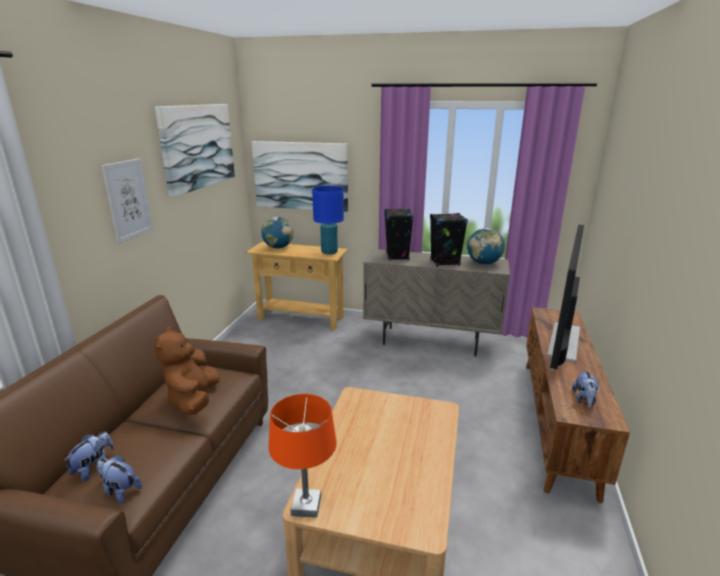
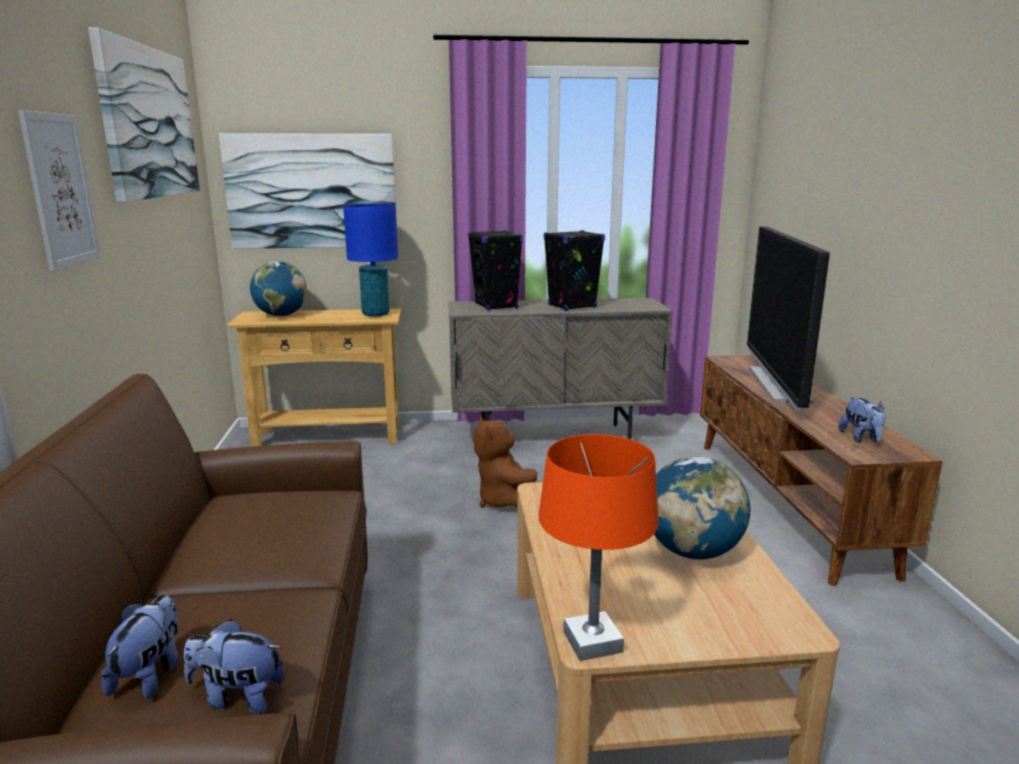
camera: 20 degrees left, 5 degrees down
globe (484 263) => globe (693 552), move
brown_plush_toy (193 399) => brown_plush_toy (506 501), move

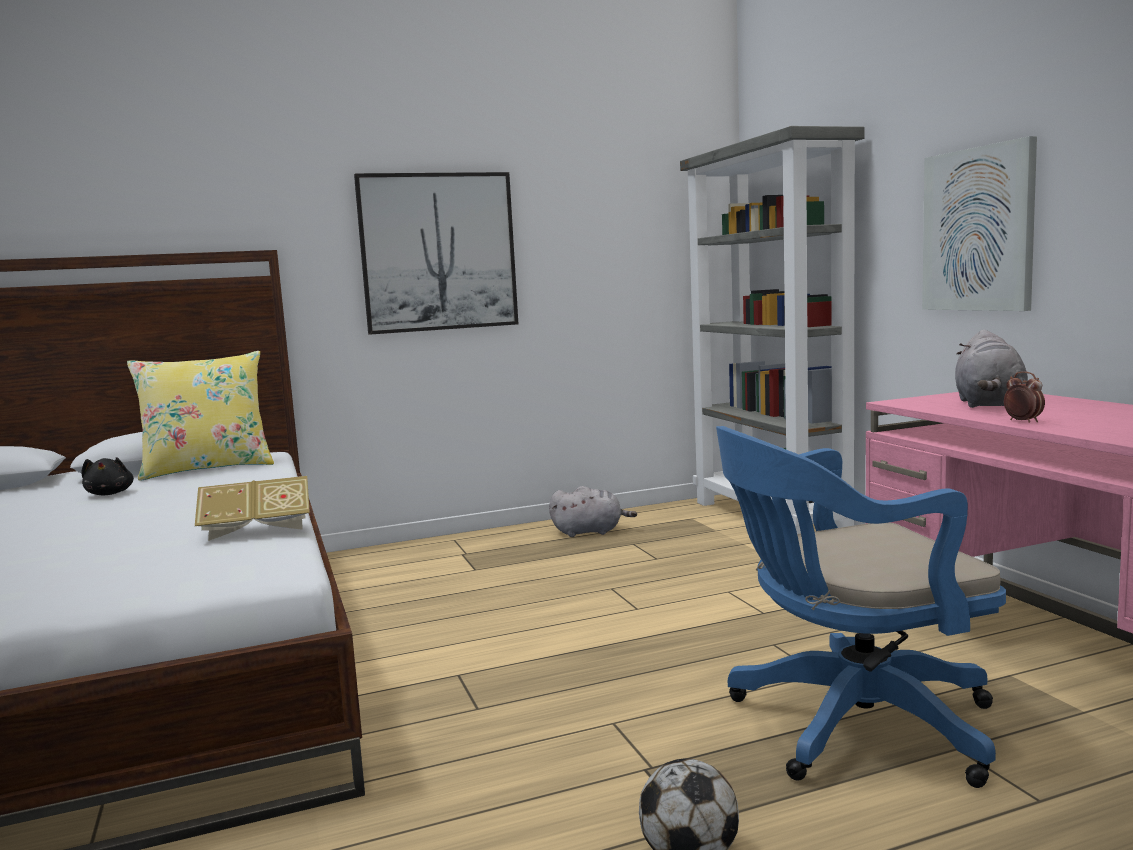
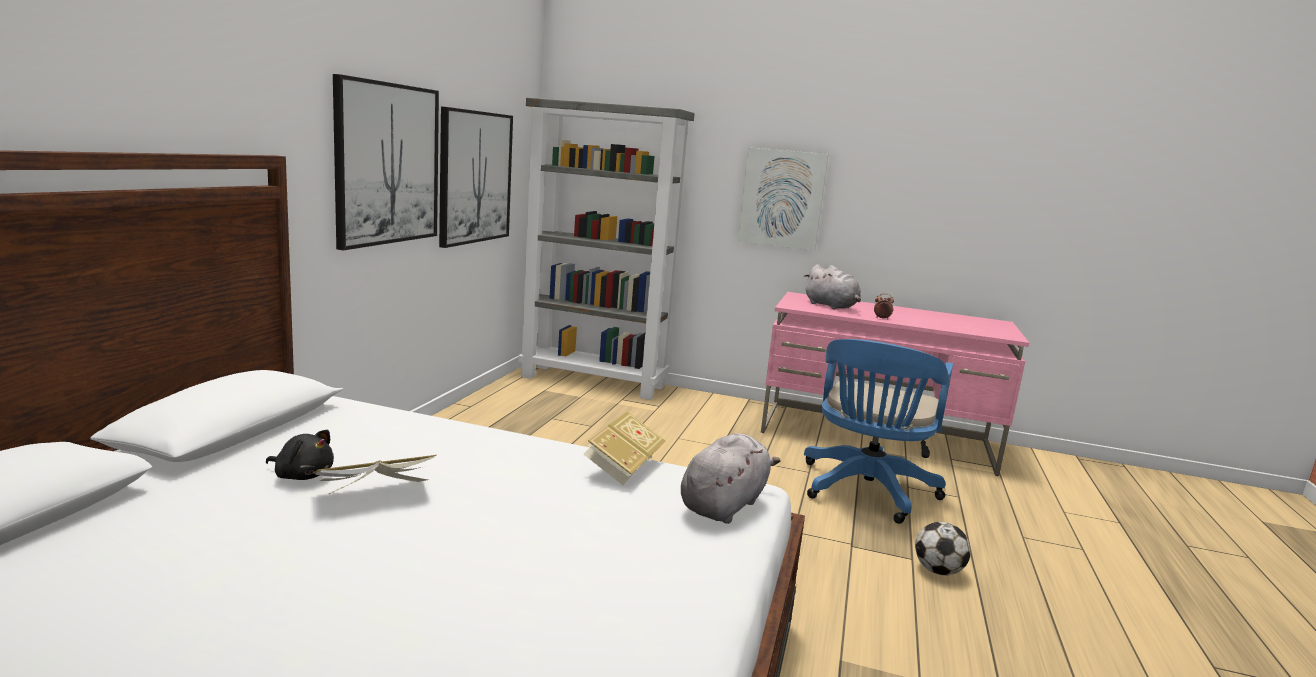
camera: 55 degrees left, 5 degrees up
yellow_pillow (208 468) => nothing
grey_plush_toy (590 532) => grey_plush_toy (724 505), move
nothing => picture (475 177)
nothing => book (375 496)

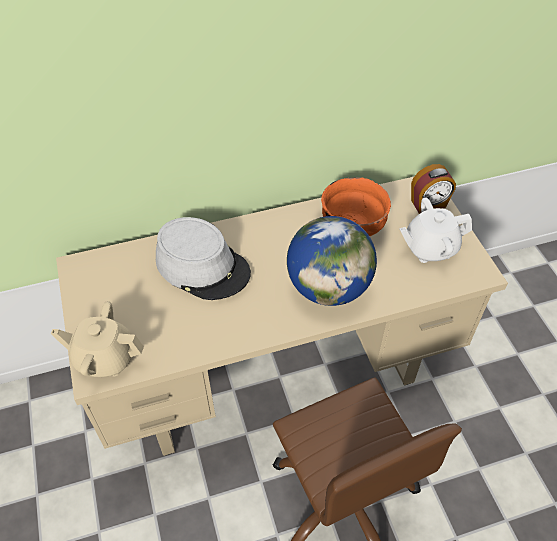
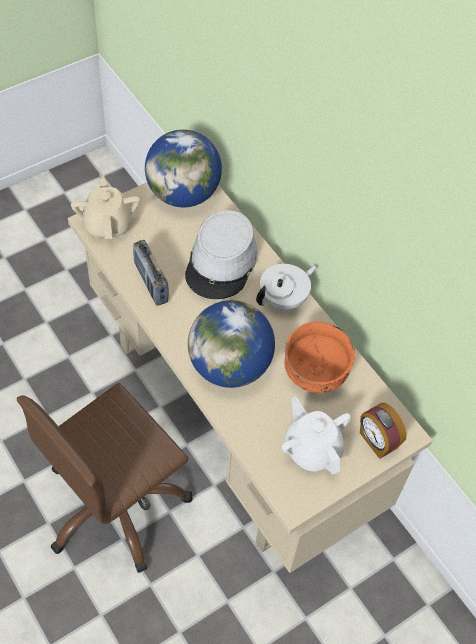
camera: 70 degrees right, 5 degrees up
nothing => globe (183 194)
nothing => radio (151 283)
nothing => white_teapot (284 299)

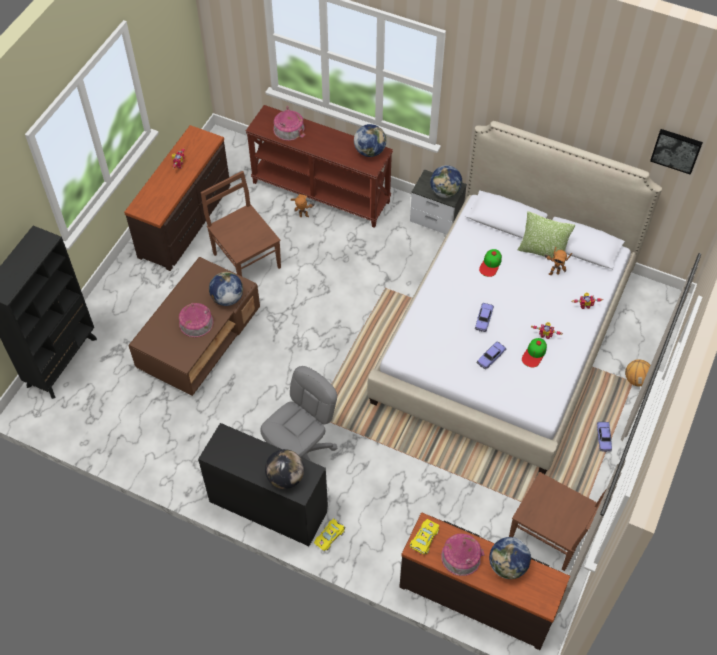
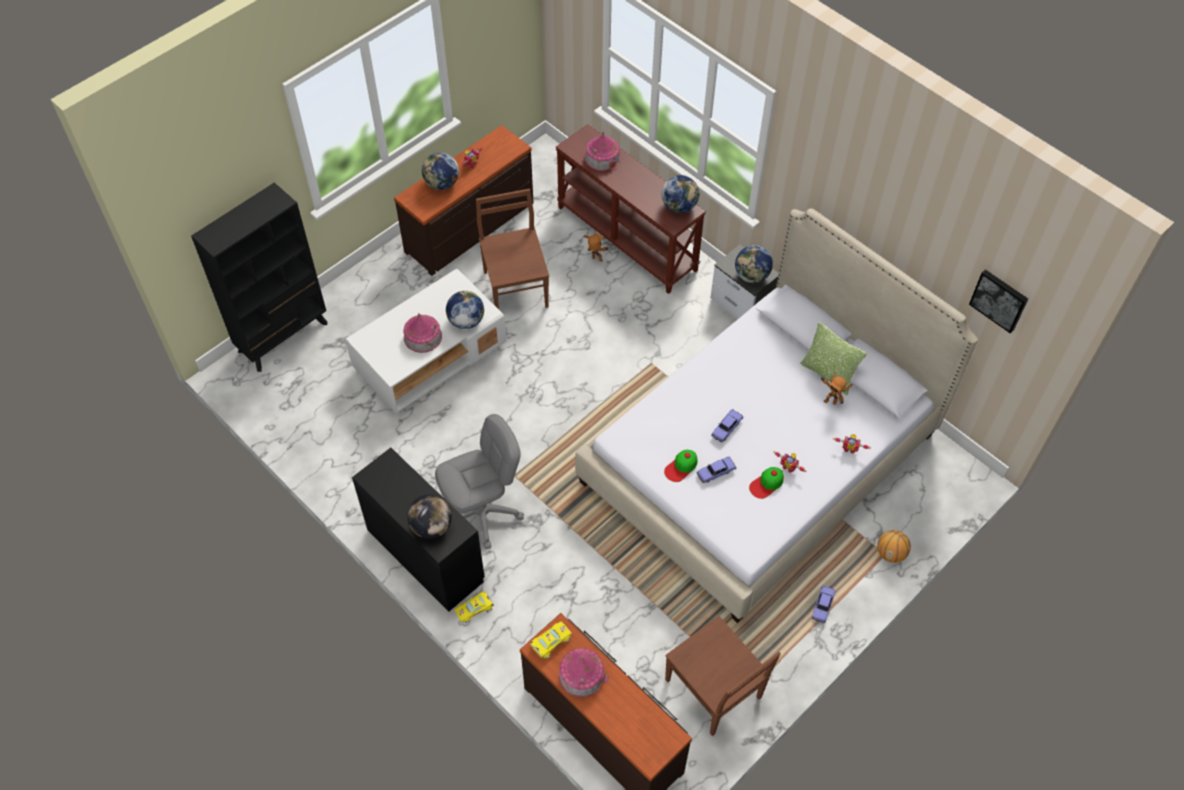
camera: 20 degrees right, 0 degrees up
cap (490 264) => cap (681 467), move
brown_coffee_table (199 339) => white_coffee_table (430 357)
globe (507 566) => globe (442 184), move

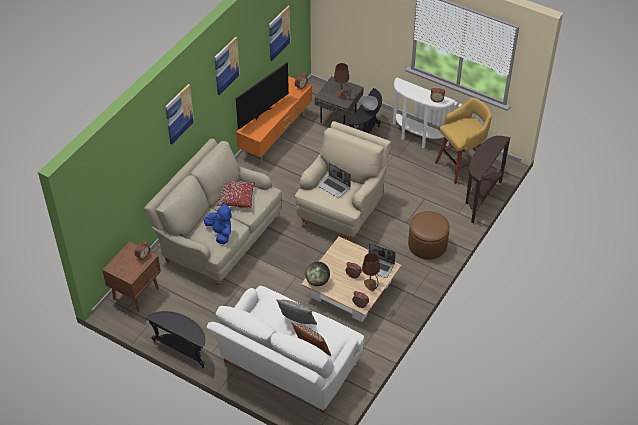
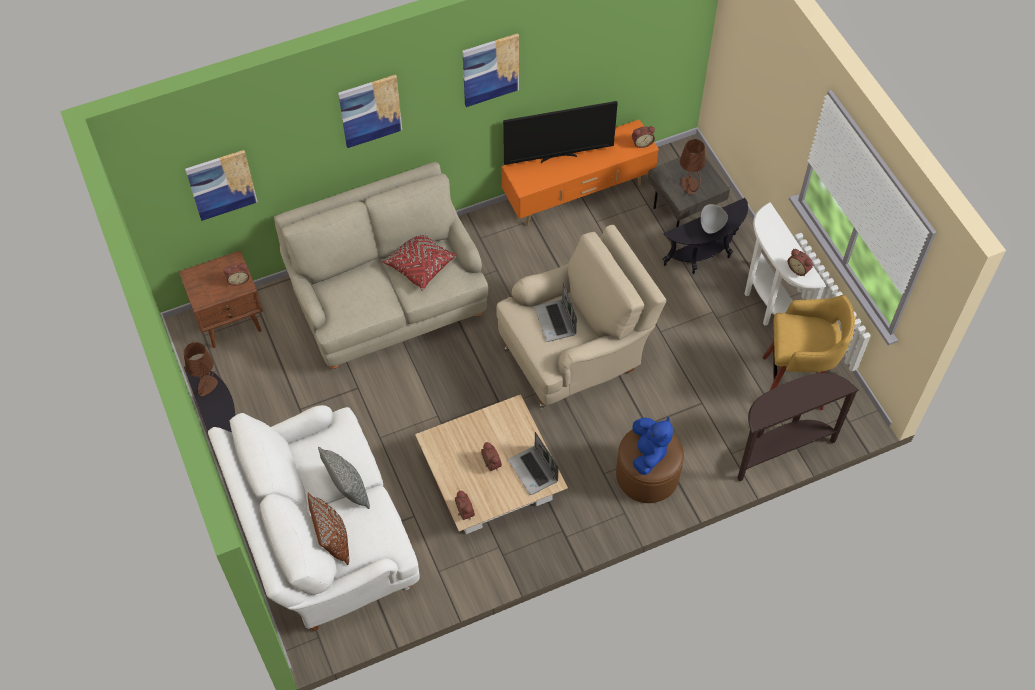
camera: 35 degrees right, 10 degrees up
picture (279 33) => picture (221 184), move
blue_plush_toy (220 233) => blue_plush_toy (648 453), move
brown_table_lamp (370 285) => brown_table_lamp (207 386), move
globe (317 281) => nothing

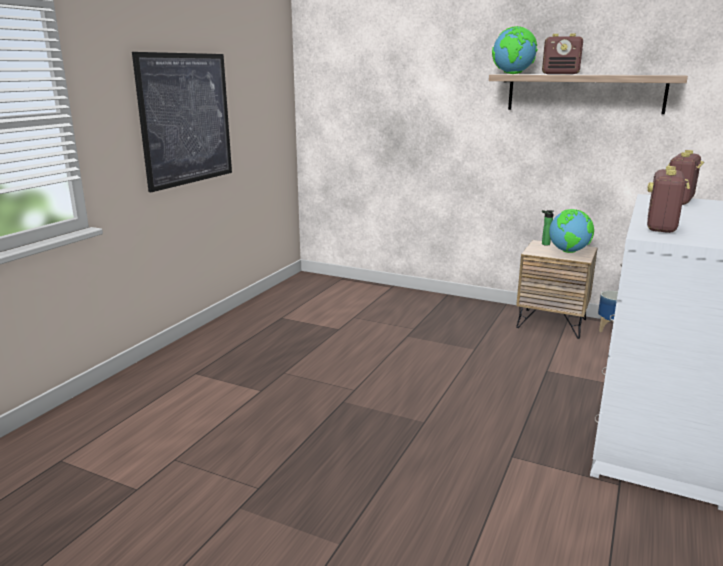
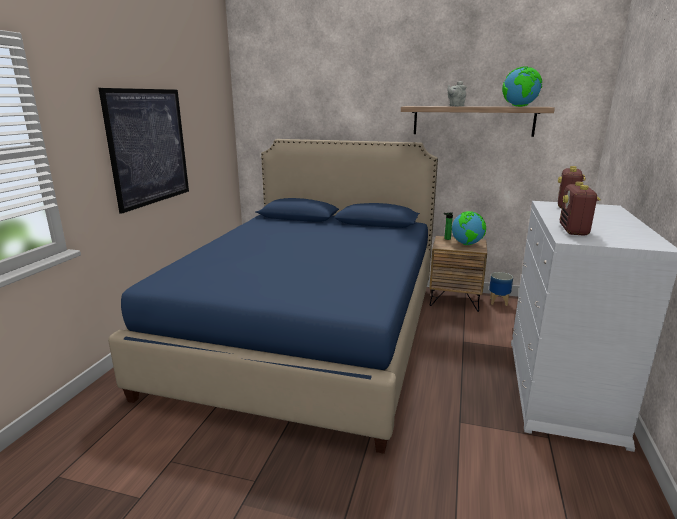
camera: 10 degrees left, 0 degrees up
globe (513 74) => globe (519 106), move
radio (560 74) => grey_teapot (455 106)
nothing => blue_bed (309 333)

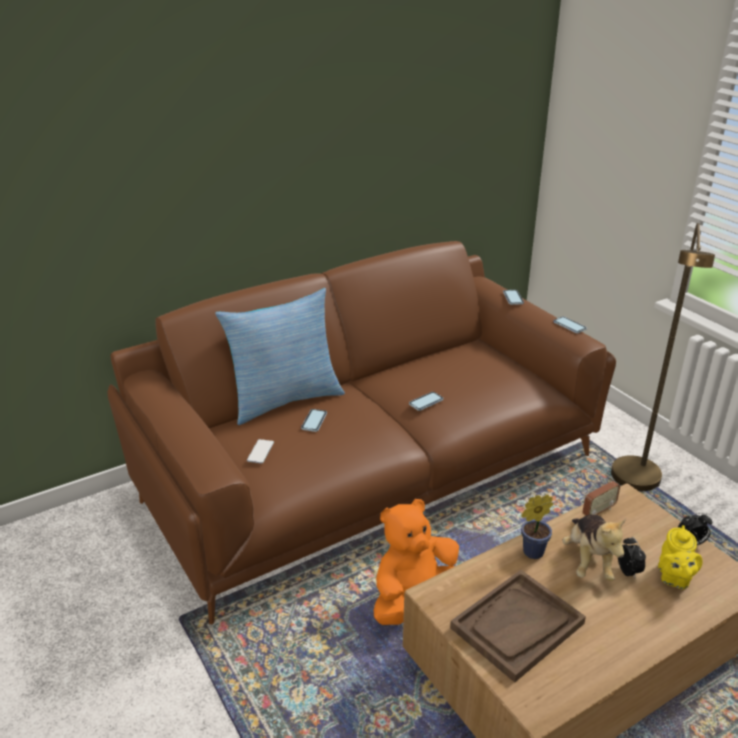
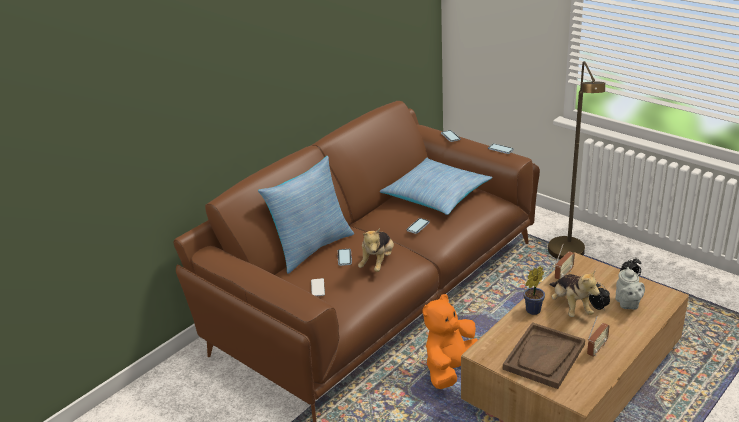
camera: 15 degrees left, 0 degrees up
yellow_teapot (674 578) => grey_teapot (627 304)
nothing => pillow (436 195)
nothing => plush_toy (378 262)
nothing => radio (596 349)

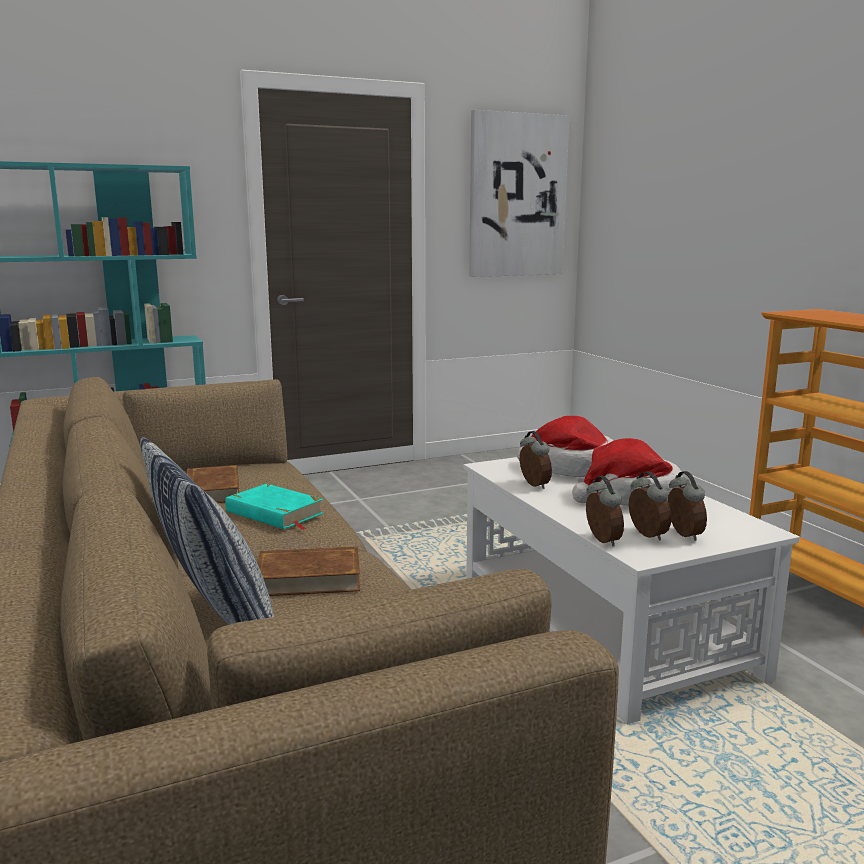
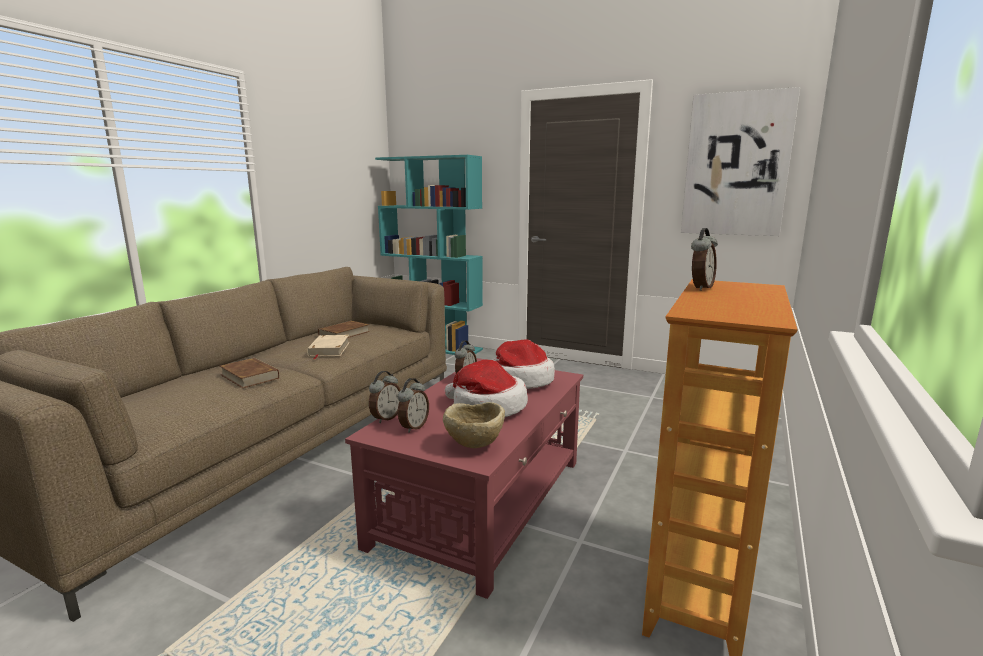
camera: 50 degrees right, 0 degrees up
pillow (215 621) => nothing
white_coffee_table (601 624) => red_coffee_table (483 500)
alarm_clock (683 535) => alarm_clock (700 288), move
turquoise_book (274 513) => beige_book (329 349)
nothing => beige_bowl (474 446)

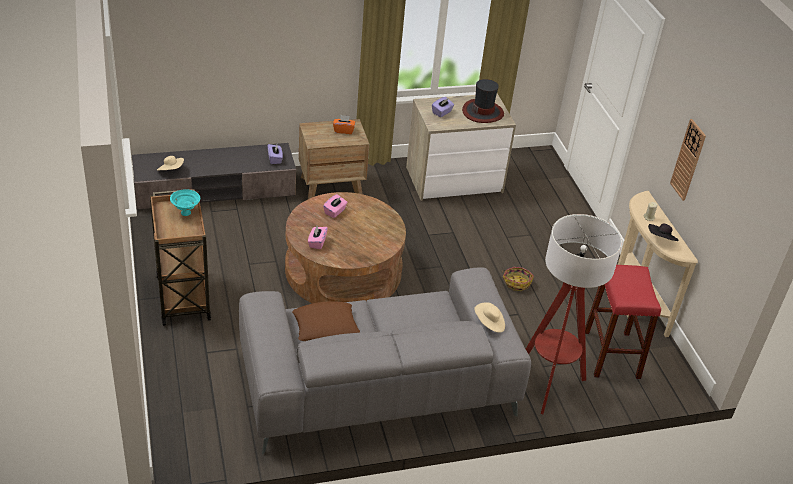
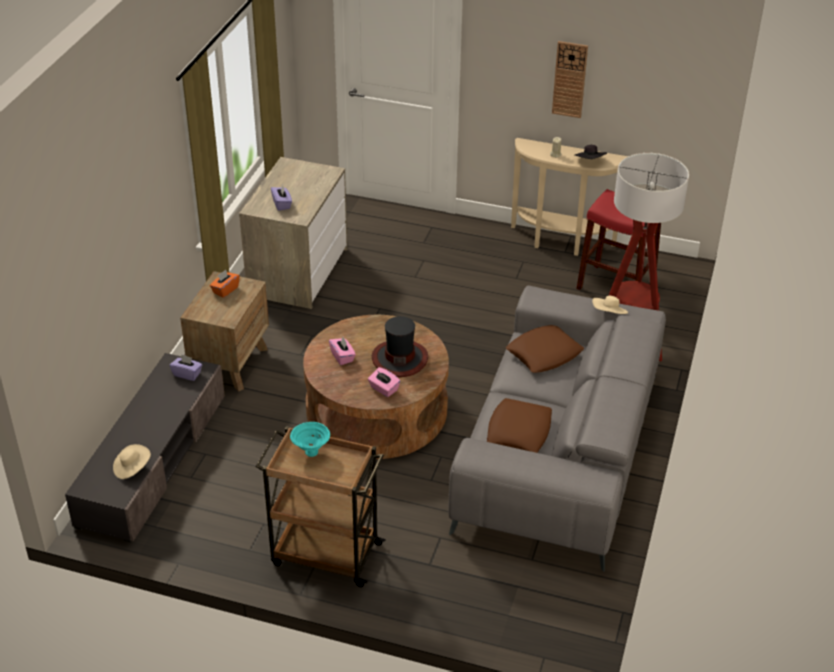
camera: 55 degrees left, 0 degrees up
hat (483 112) => hat (399 358), move
basket (516 282) => nothing
nothing => brown_pillow (544 354)

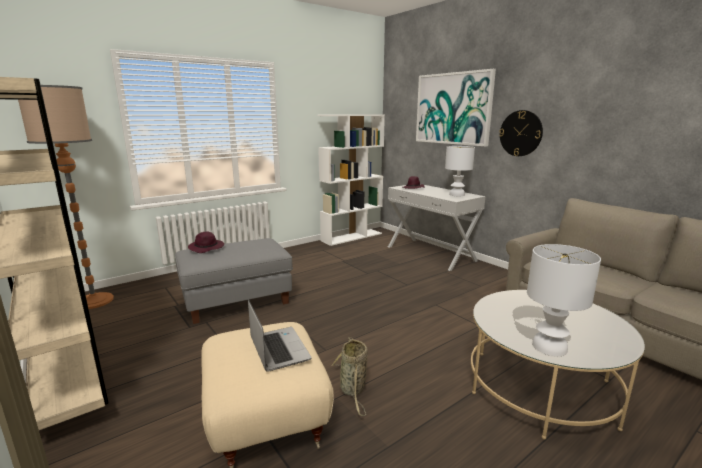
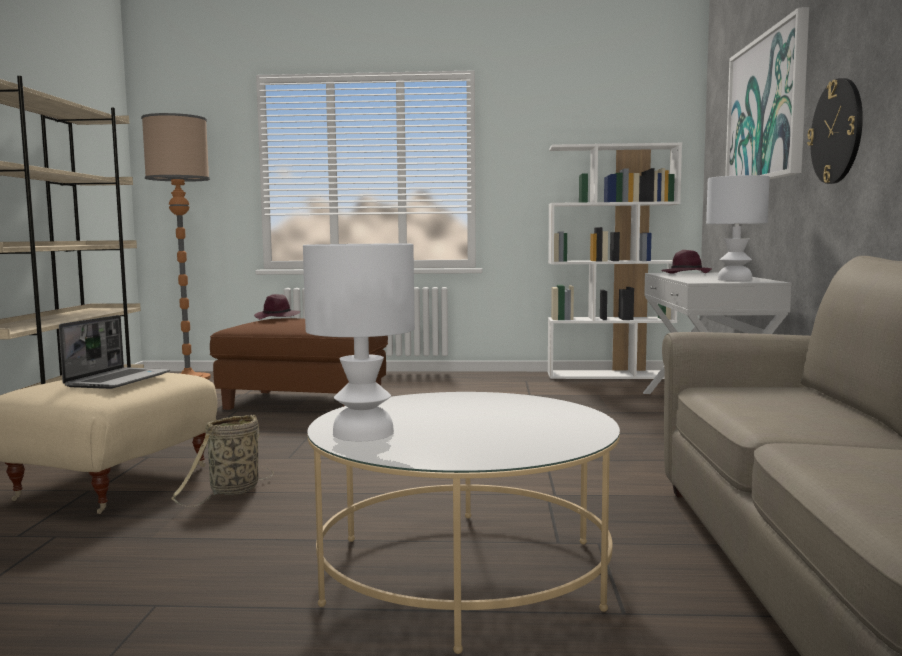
camera: 40 degrees right, 10 degrees down
grey_ottoman (237 300) => brown_ottoman (305 402)

